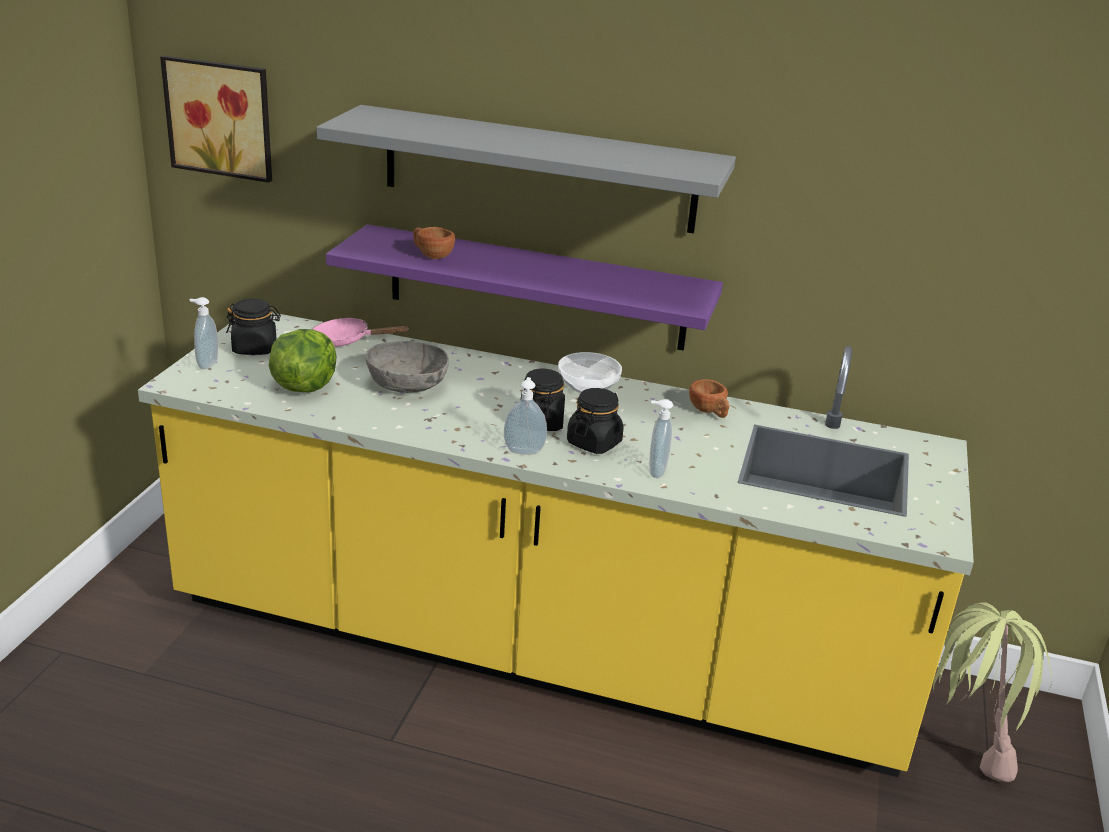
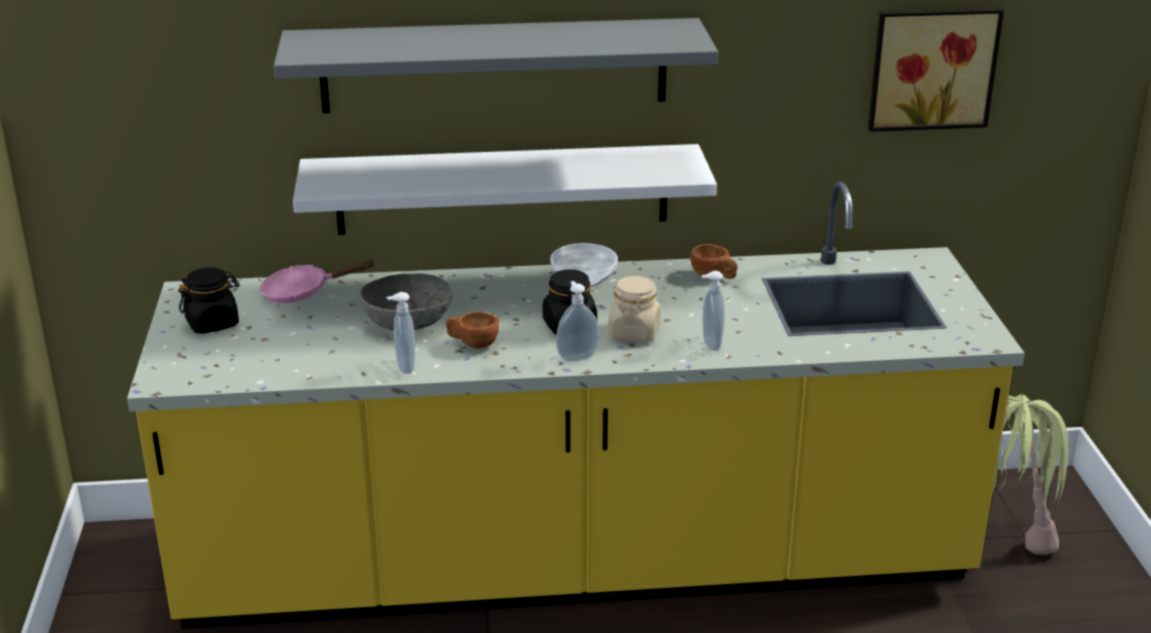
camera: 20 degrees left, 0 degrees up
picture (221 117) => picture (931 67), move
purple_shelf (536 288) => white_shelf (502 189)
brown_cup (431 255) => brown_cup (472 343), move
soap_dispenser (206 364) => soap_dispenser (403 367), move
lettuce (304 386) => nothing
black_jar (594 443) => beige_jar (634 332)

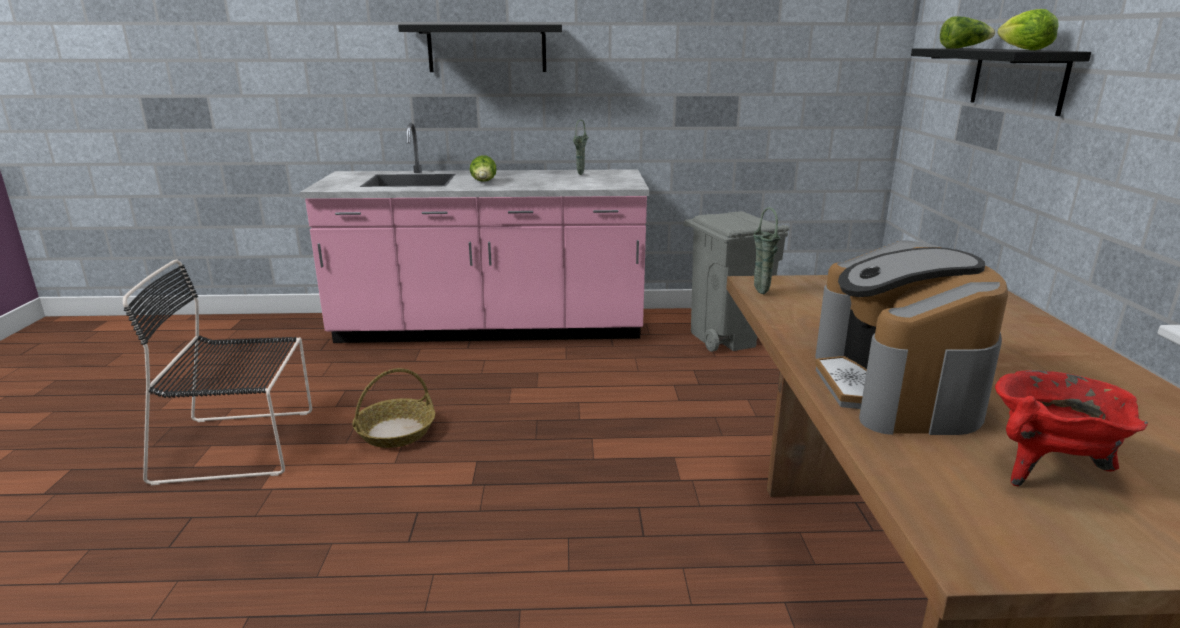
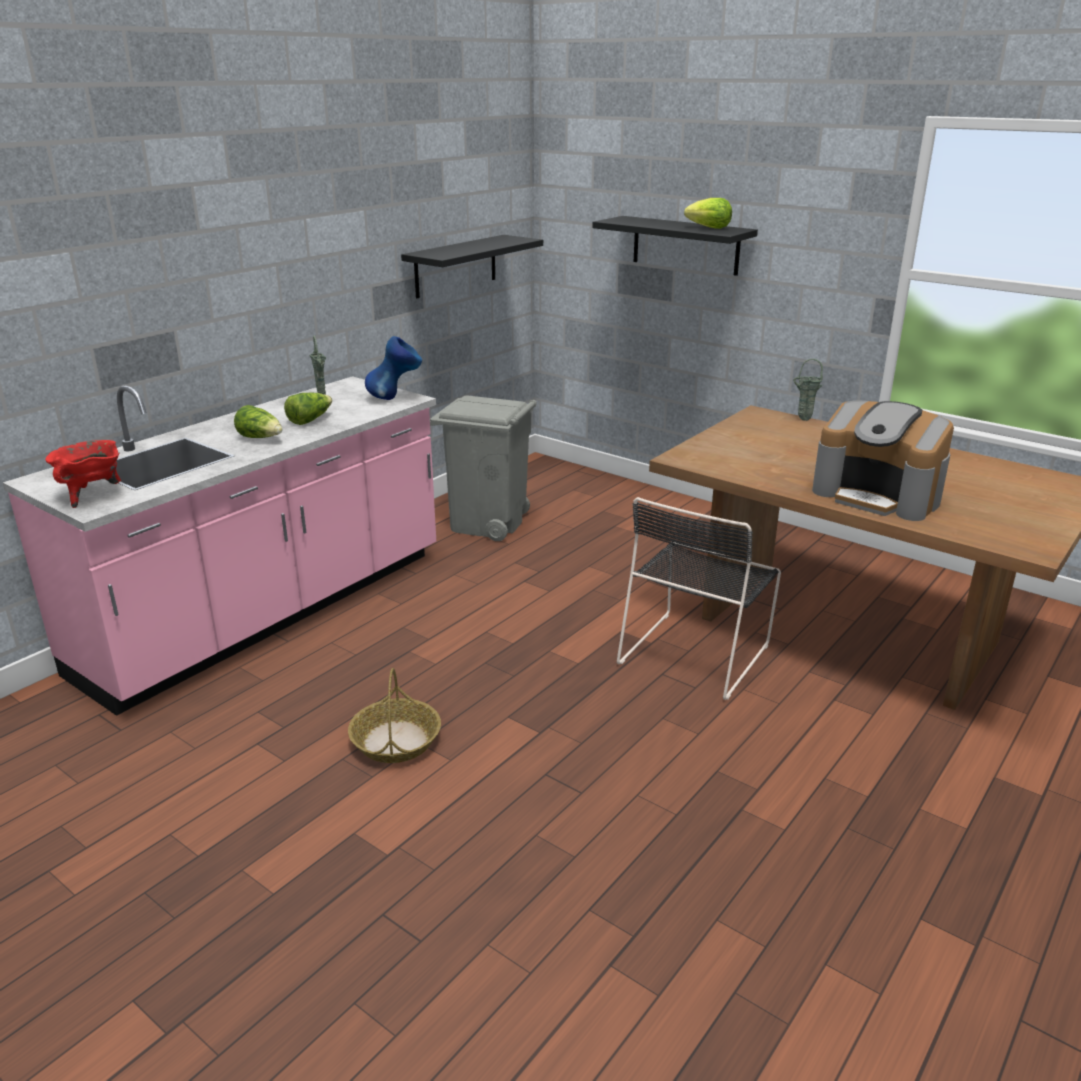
camera: 50 degrees left, 5 degrees up
lettuce (963 48) => lettuce (310 420), move
black_shelf (487 49) => black_shelf (455 266), move
green_vase (759 292) => green_vase (802 420), move
black_chair (242 445) => black_chair (696 651), move
red_cooking_pot (1047 470) => red_cooking_pot (92 495), move
nothing => blue_vase (395 398)

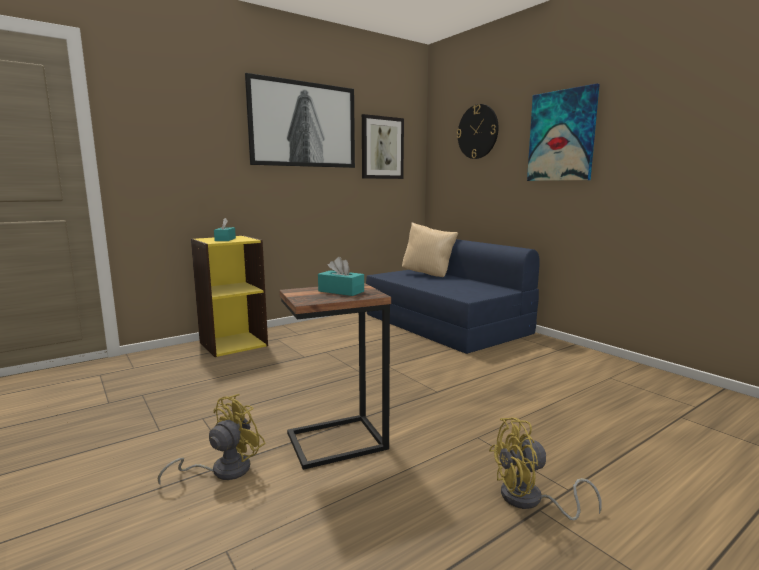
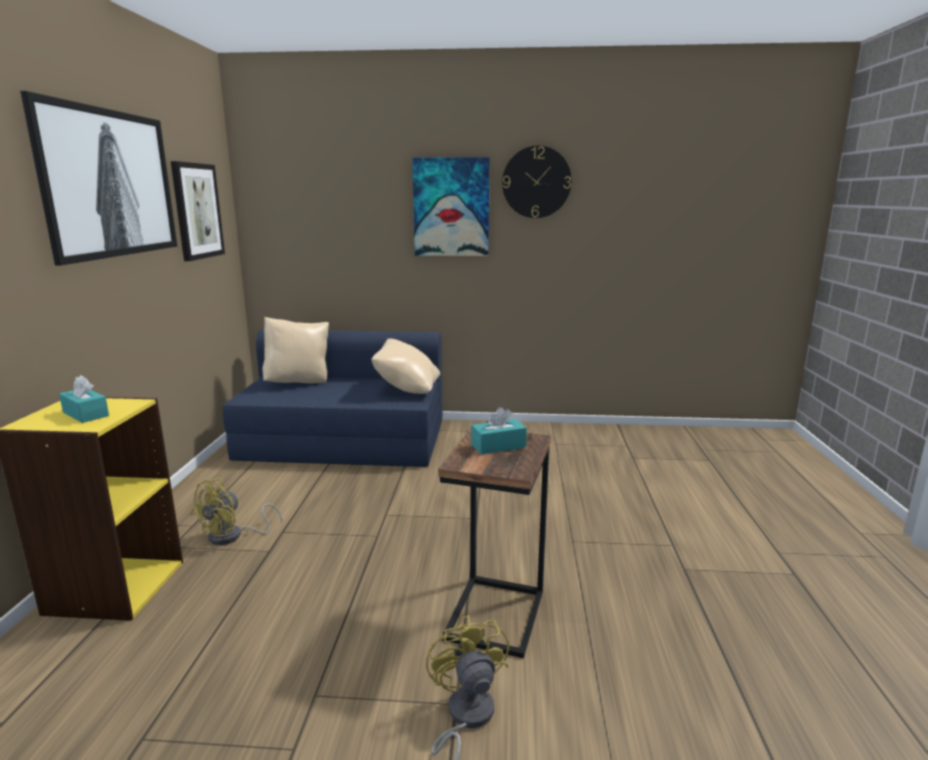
camera: 50 degrees left, 5 degrees up
wall_clock (478 131) => wall_clock (536 182), move
yellow_fan (530 501) => yellow_fan (233 536), move
nothing => beige_pillow (407 390)

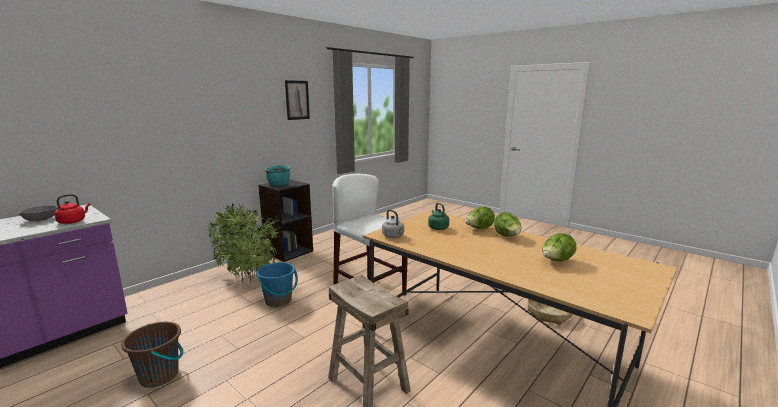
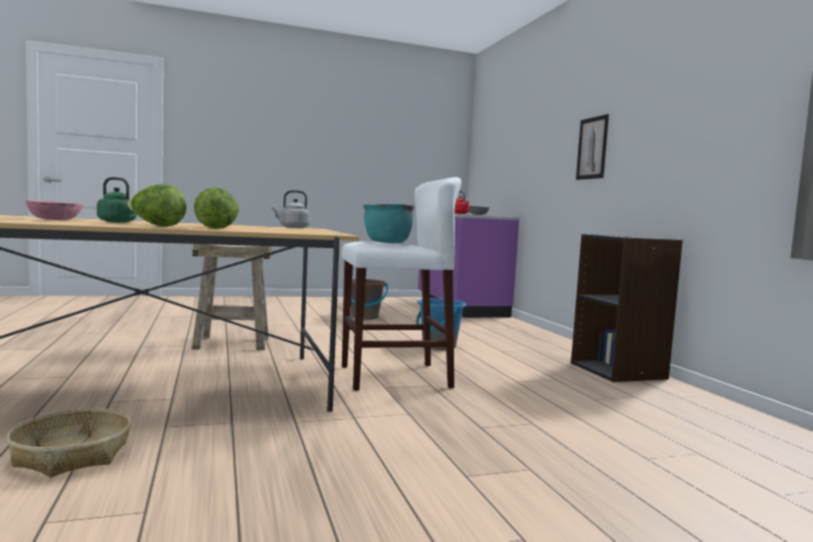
camera: 120 degrees right, 10 degrees down
picture (297 100) => picture (592 148), move
turquoise_cooking_pot (279 185) => turquoise_cooking_pot (387 242), move
potted_plant (247 279) => nothing
green_kettle (437 227) => green_kettle (119 222), move
lettuce (556 261) => pink_bowl (54 220)

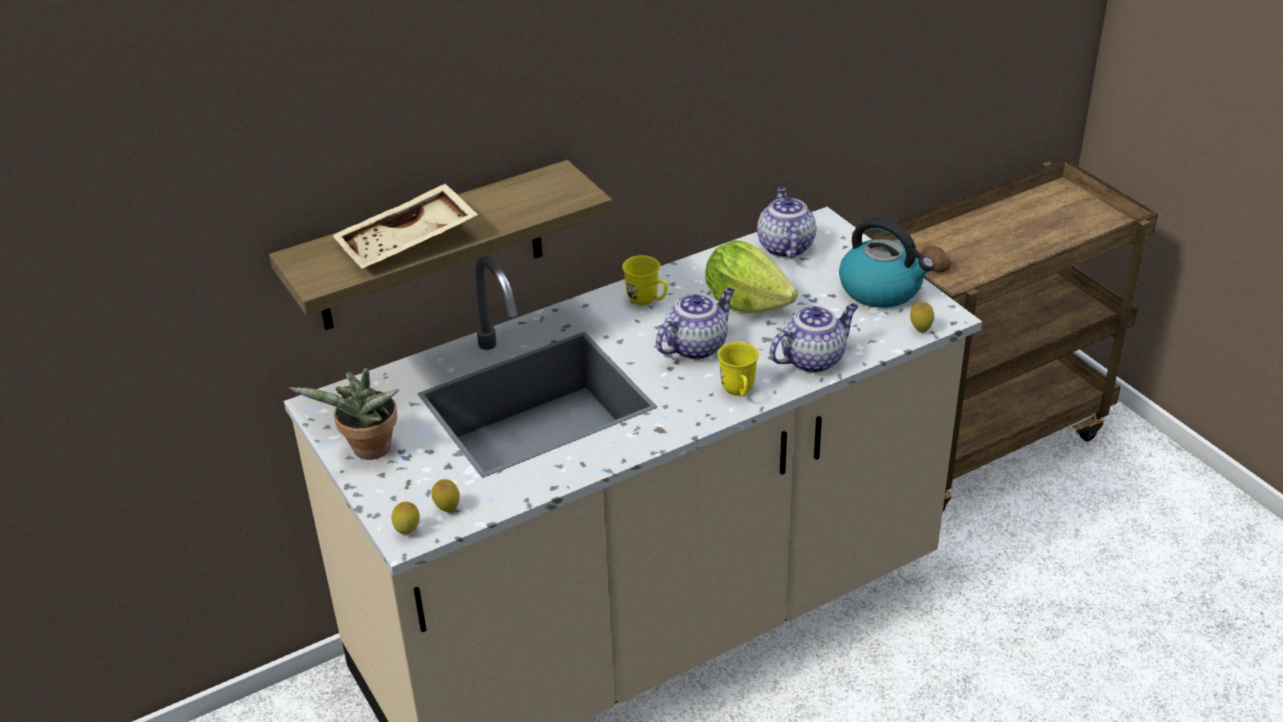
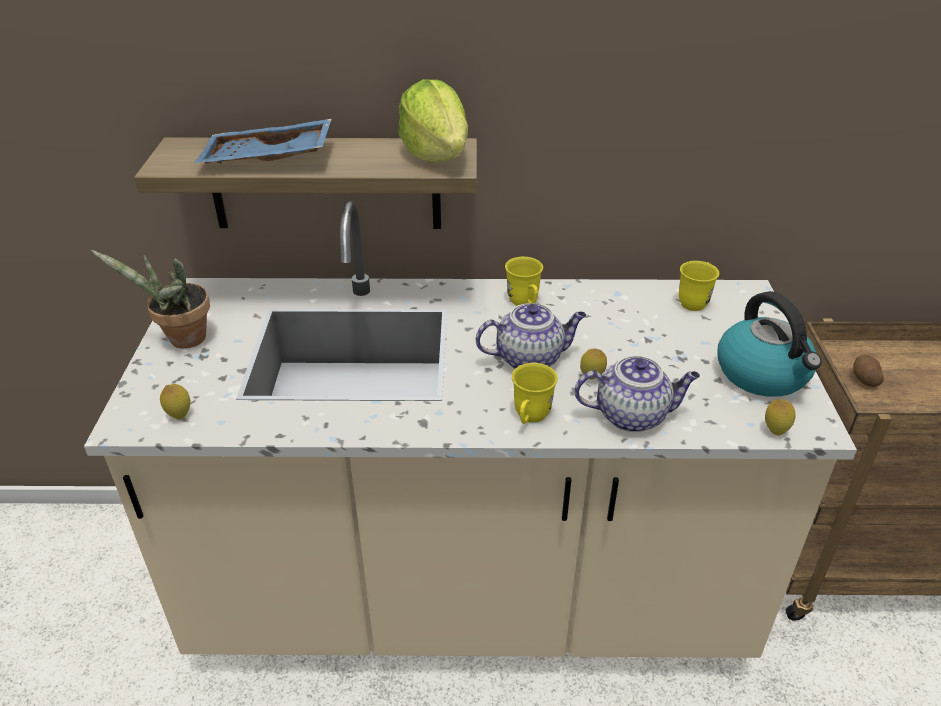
camera: 30 degrees right, 0 degrees up
beige_tray (408 243) => blue_tray (267 160)
teapot (784 246) => yellow_mug (695 301)
lettuce (746 302) => lettuce (436 154), move
lemon (408 532) => lemon (591 378), move

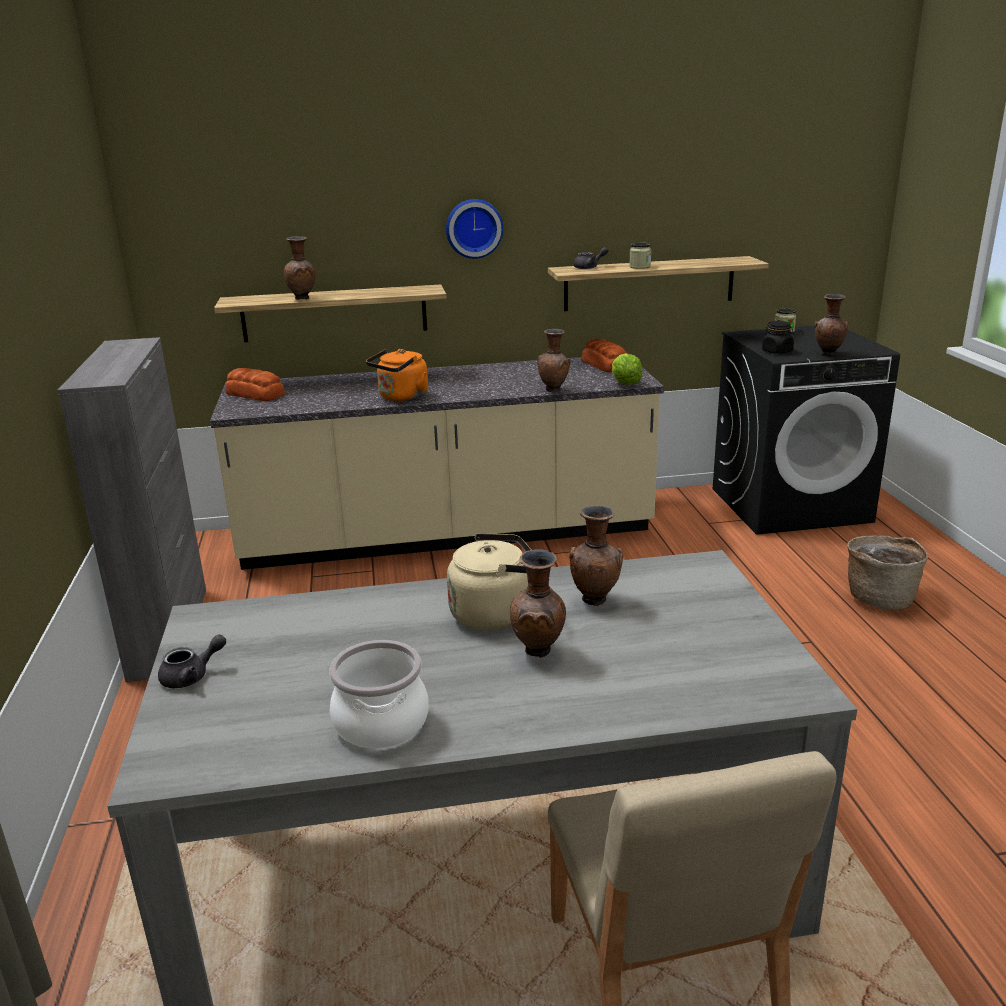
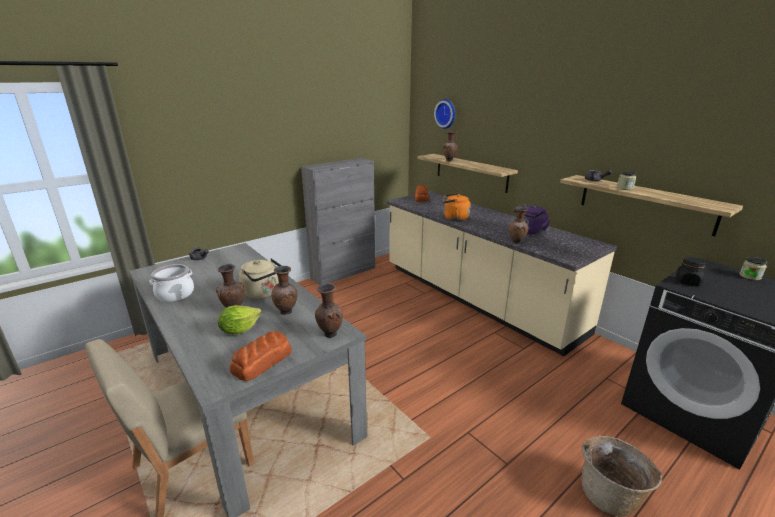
camera: 60 degrees right, 0 degrees up
wall_clock (473 228) => wall_clock (446 113), move
brown_vase (828 354) => brown_vase (329 334), move
bread (605 364) => bread (263 361), move
lettuce (625 383) => lettuce (239 329), move
nothing => purple_kettle (529 232)

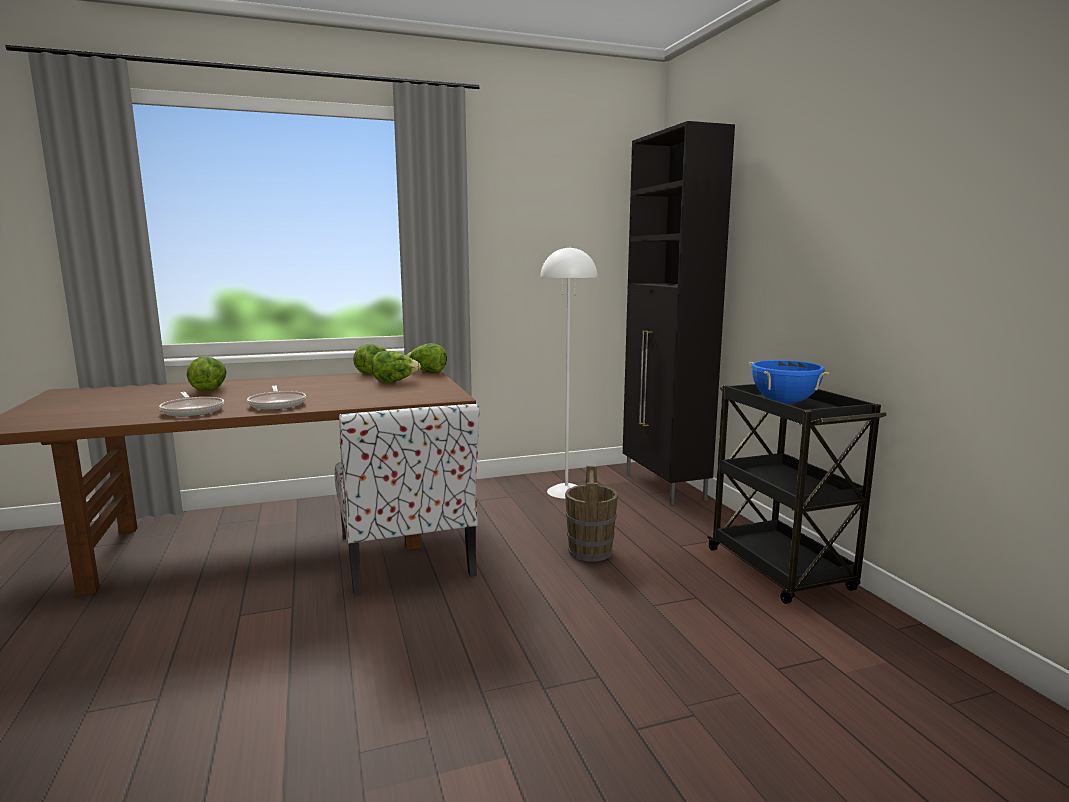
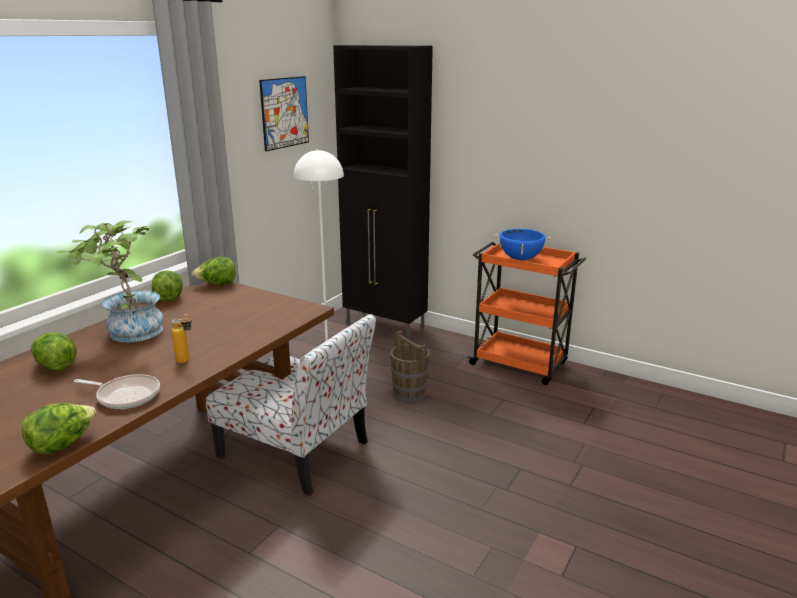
camera: 40 degrees left, 10 degrees up
lettuce (395 382) => lettuce (63 445), move
black_cart (781 570) => orange_cart (520 364)
frying_pan (277 404) => bottle (187 361)
nothing => picture (284 112)
nothing => potted_plant (128 333)

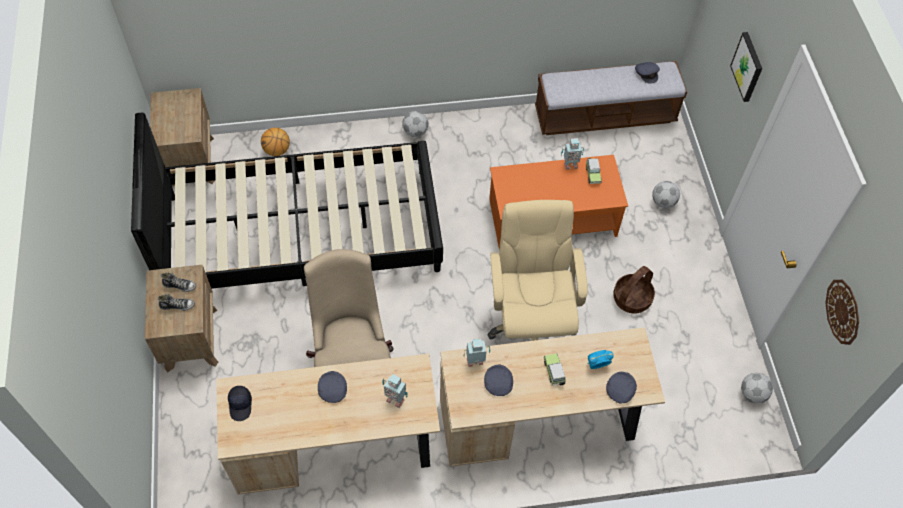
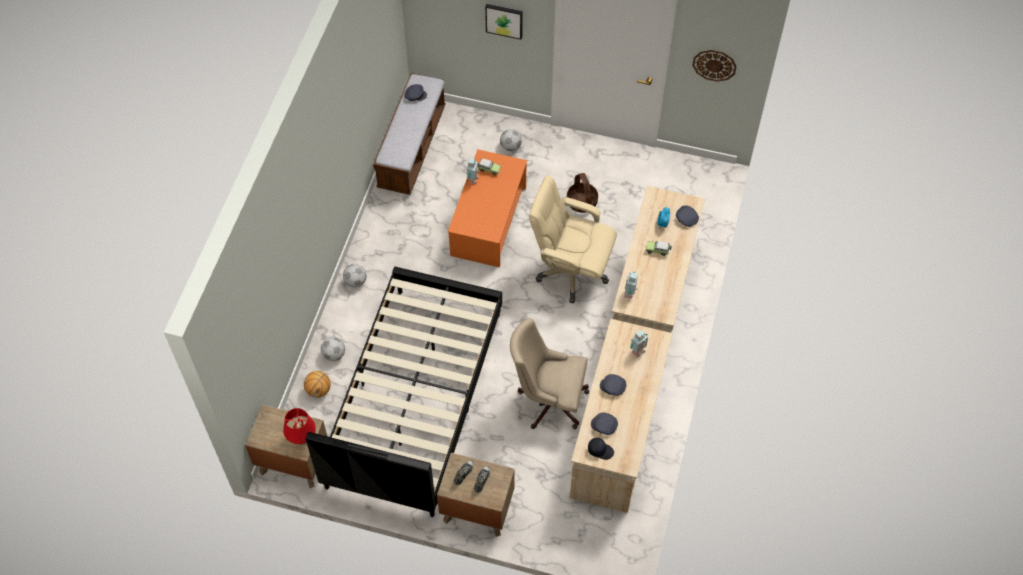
camera: 65 degrees left, 0 degrees up
grey_cap (497 382) => grey_cap (604 426), move
football (752 393) => football (334 354), move
nothing => red_table_lamp (302 439)

